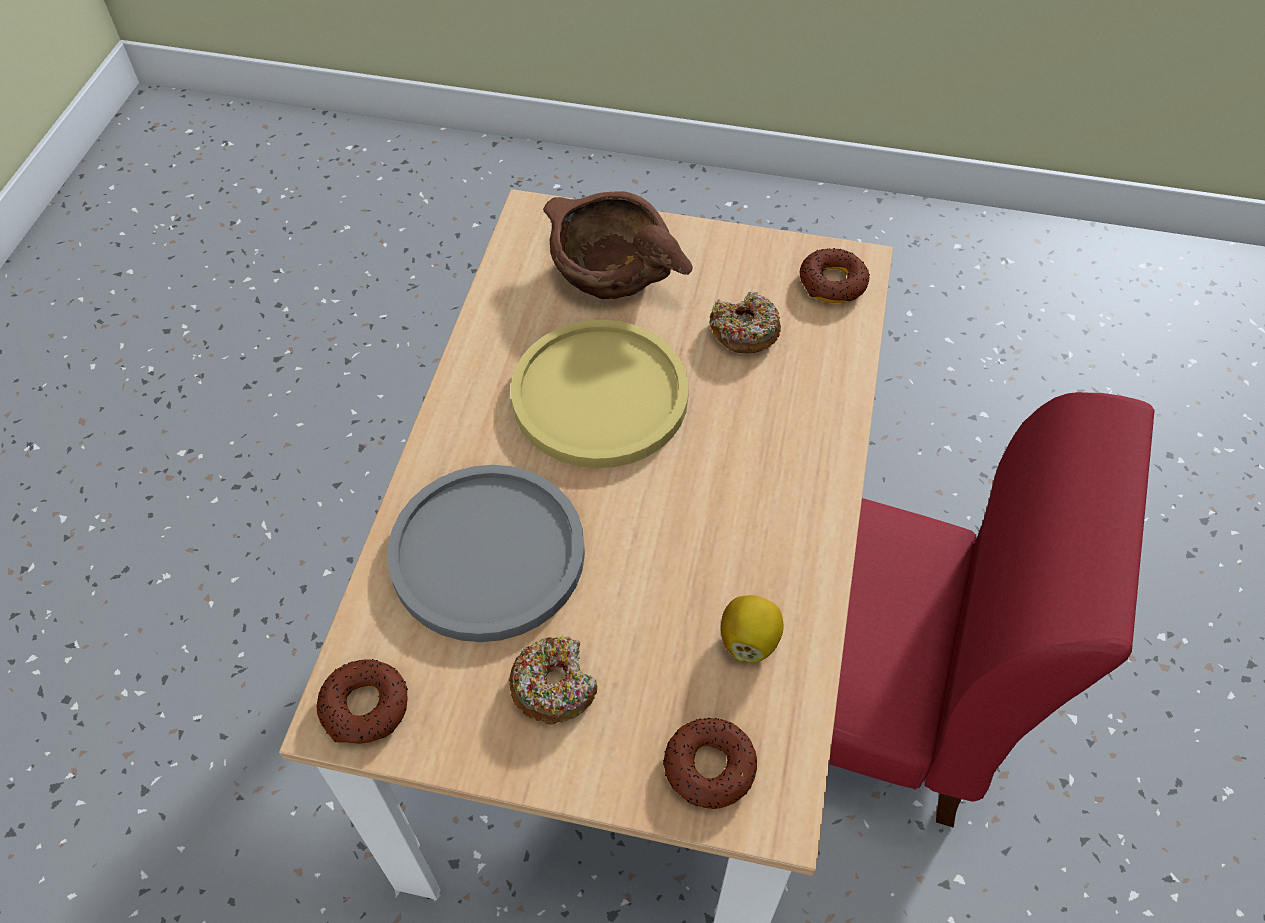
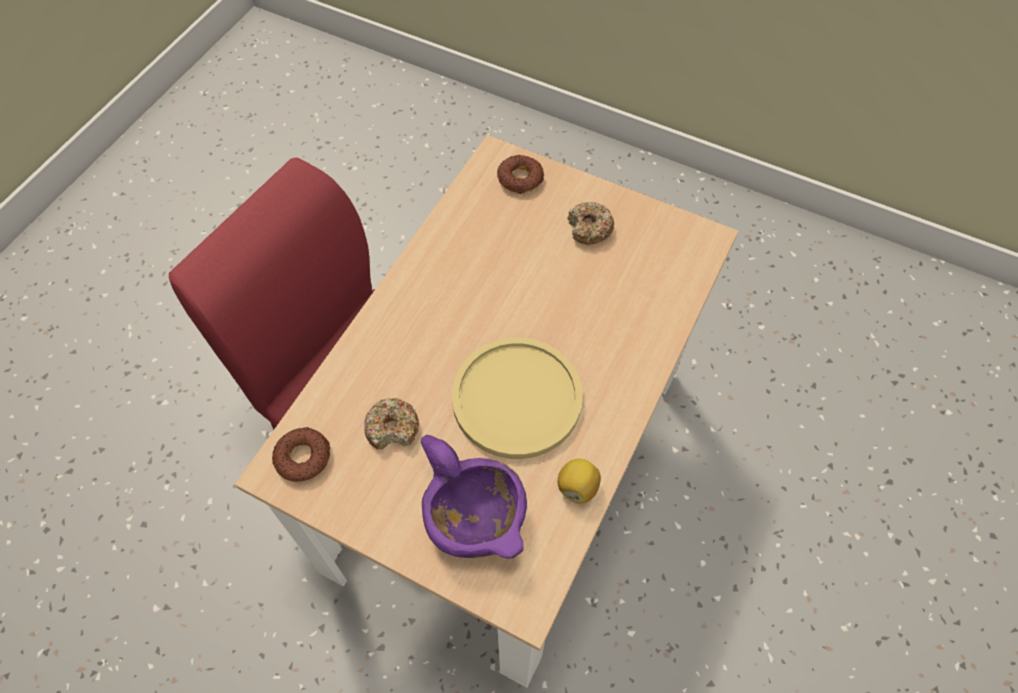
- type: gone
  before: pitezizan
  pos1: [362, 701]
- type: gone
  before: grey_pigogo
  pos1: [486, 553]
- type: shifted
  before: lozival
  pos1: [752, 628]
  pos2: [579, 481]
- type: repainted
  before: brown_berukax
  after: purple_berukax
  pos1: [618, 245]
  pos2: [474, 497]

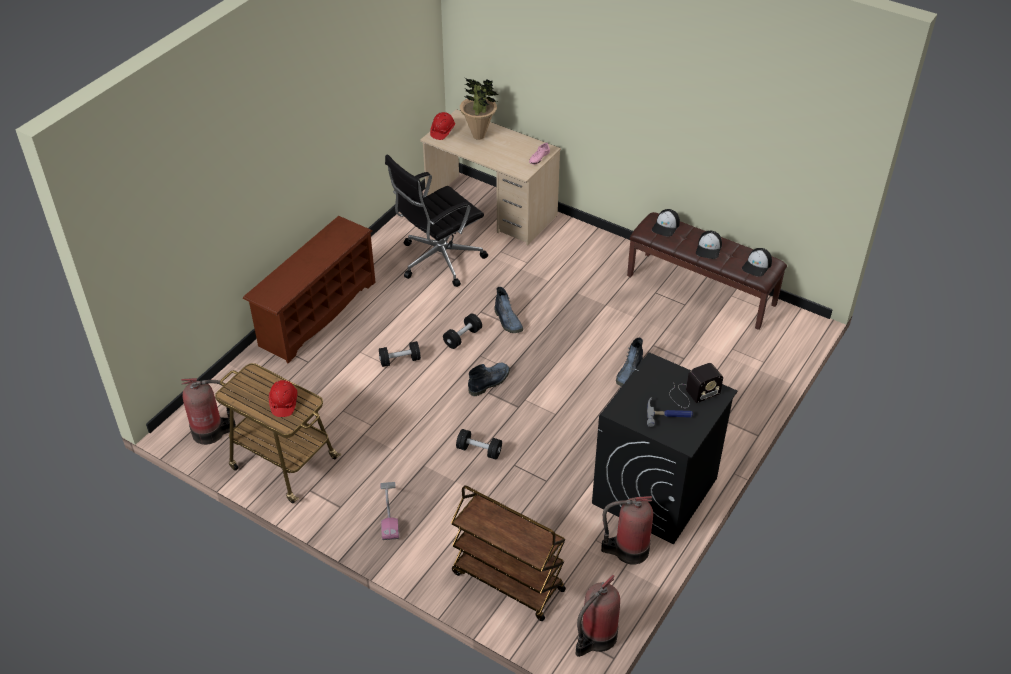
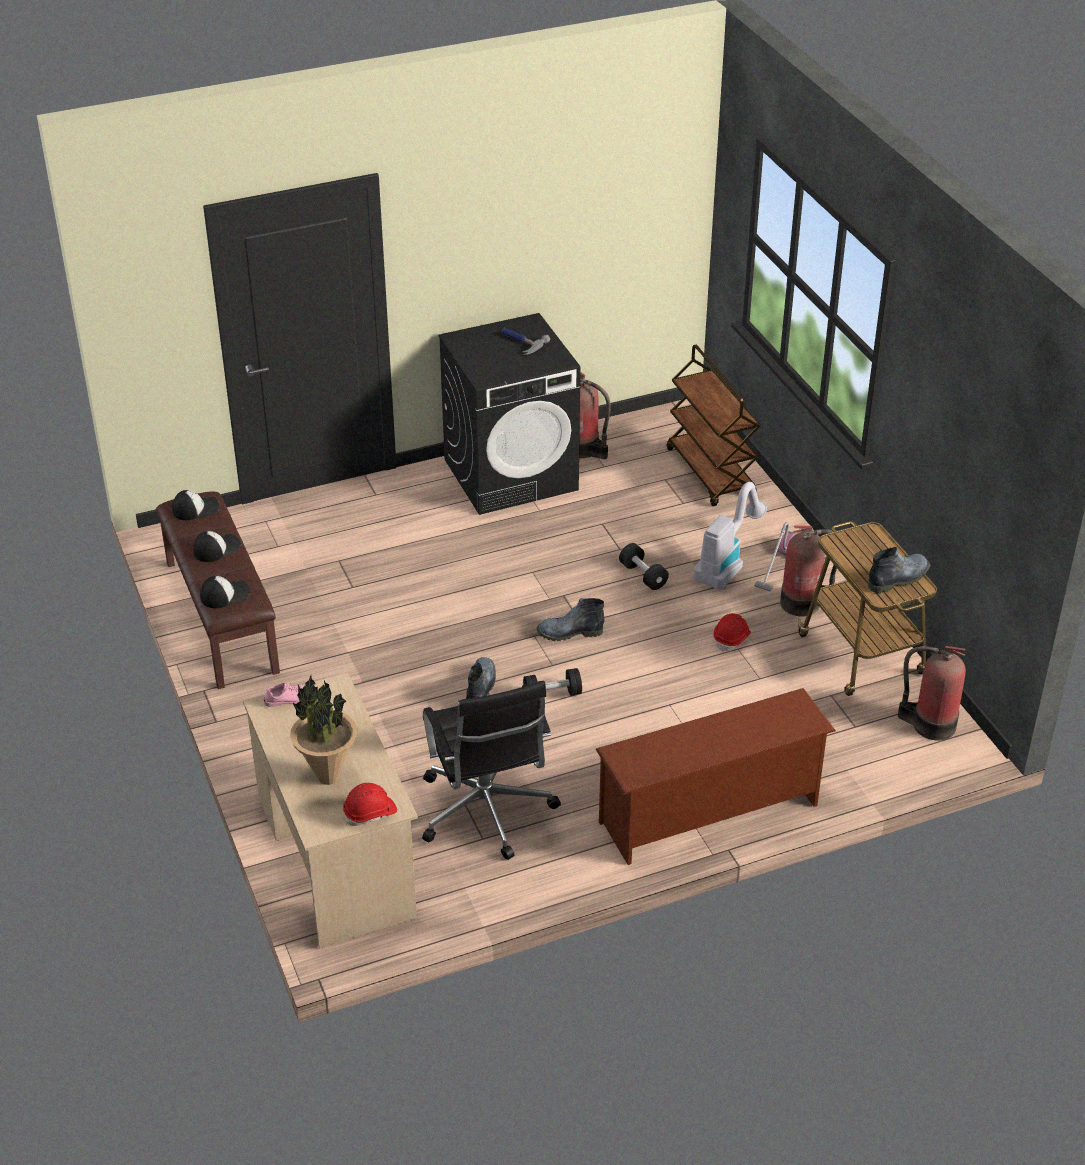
- type: gone
  before: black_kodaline
  pos1: [400, 354]
- type: gone
  before: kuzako
  pos1: [696, 385]
- type: new
  after: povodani
  pos2: [730, 536]
- type: shifted
  before: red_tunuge
  pos1: [283, 398]
  pos2: [732, 632]
- type: shifted
  before: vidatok
  pos1: [598, 616]
  pos2: [808, 571]
- type: shifted
  before: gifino
  pos1: [629, 362]
  pos2: [899, 570]
- type: rotated
  before: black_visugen
  pos1: [436, 220]
  pos2: [491, 770]
  turn: 75

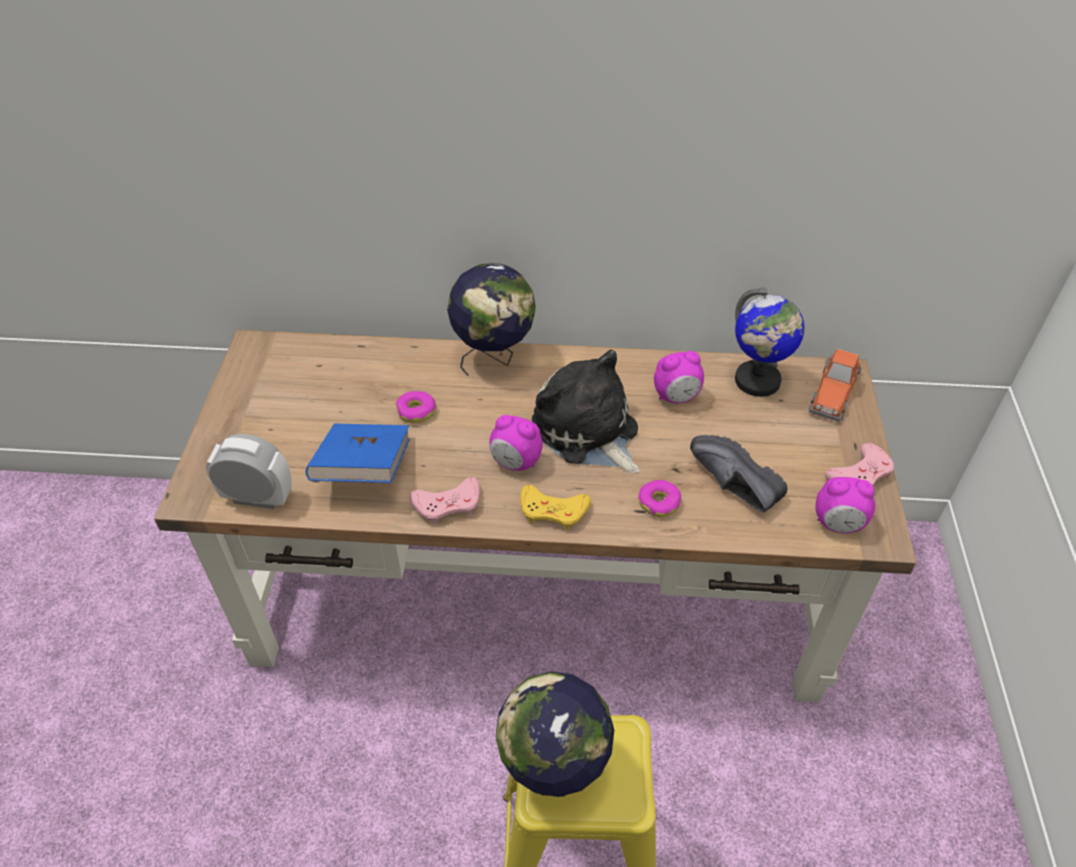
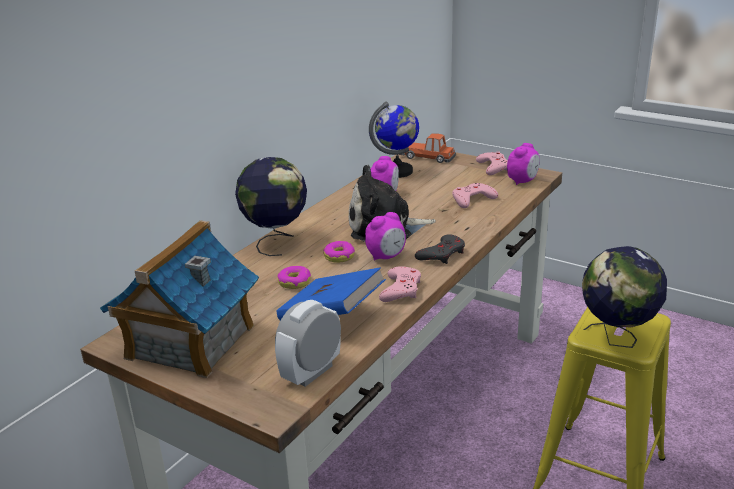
- type: new
  after: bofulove
  pos2: [179, 299]
- type: shifted
  before: pitezizan
  pos1: [659, 498]
  pos2: [339, 252]
- type: swapped
  before: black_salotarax
  after: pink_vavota
  pos1: [738, 473]
  pos2: [475, 195]
- type: repainted
  before: yellow_vavota
  after: grey_vavota
  pos1: [555, 508]
  pos2: [440, 249]
- type: rotated
  before: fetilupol
  pos1: [835, 385]
  pos2: [427, 148]
  turn: 150

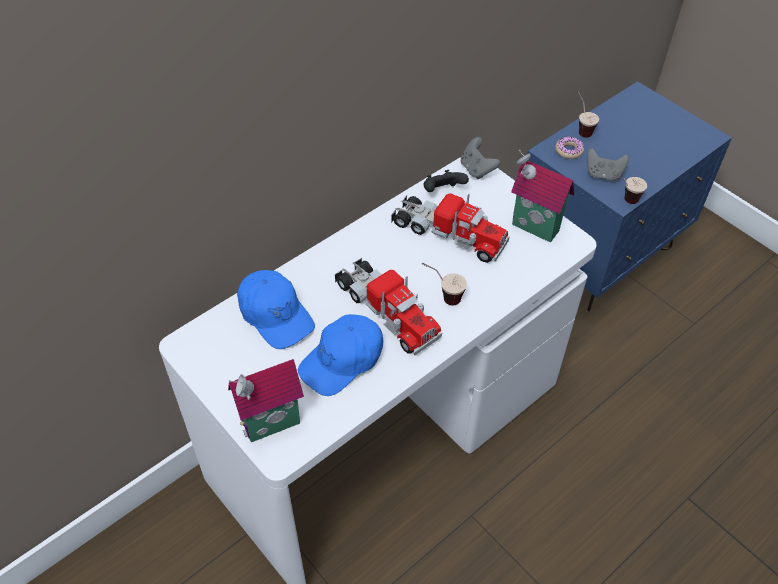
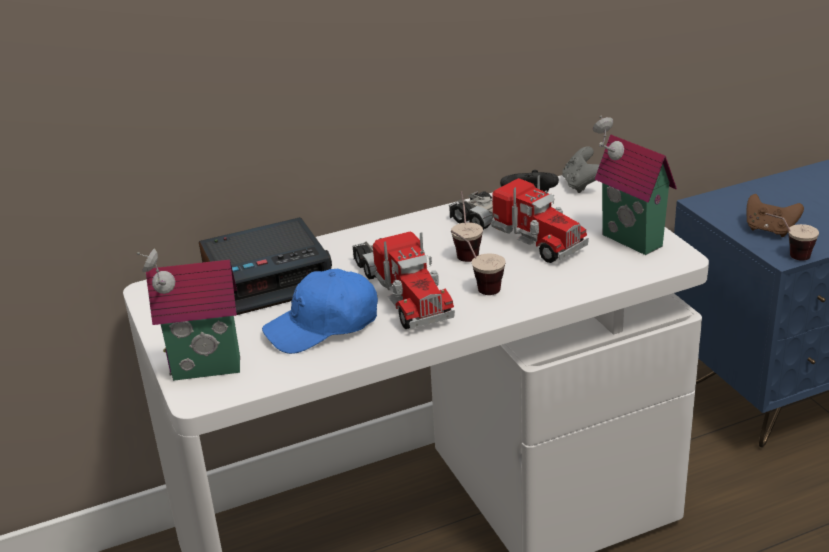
- type: gone
  before: pitezizan
  pos1: [569, 148]
- type: shifted
  before: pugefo
  pos1: [588, 115]
  pos2: [467, 226]
- type: swapped
  before: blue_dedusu
  after: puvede
  pos1: [276, 309]
  pos2: [265, 266]
- type: repainted
  before: grey_vavota
  after: brown_vavota
  pos1: [608, 164]
  pos2: [775, 215]

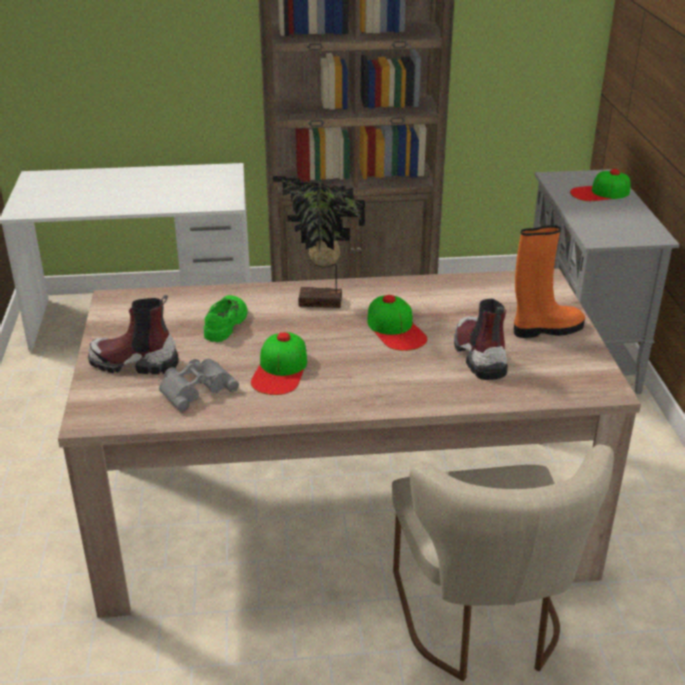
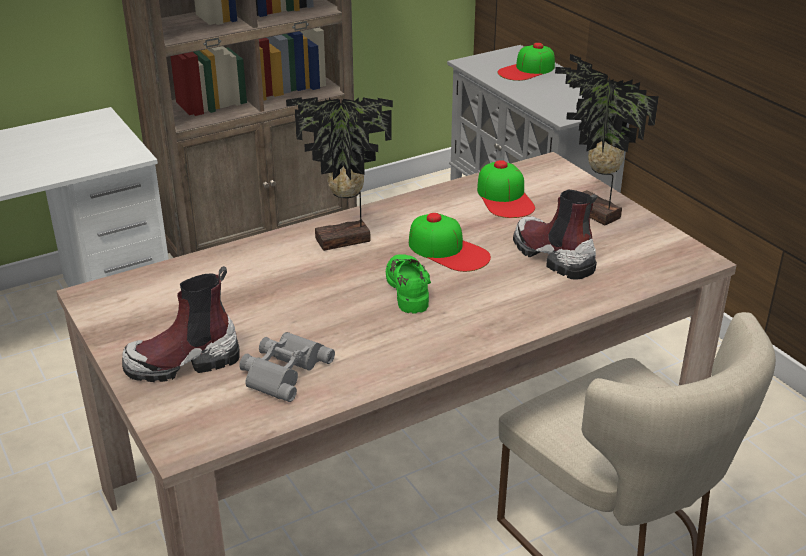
- type: shifted
  before: green_salotarax
  pos1: [225, 318]
  pos2: [408, 284]
- type: shifted
  before: dedusu
  pos1: [279, 363]
  pos2: [506, 189]
- type: swapped
  before: orange_gifino
  after: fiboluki
  pos1: [549, 281]
  pos2: [607, 139]

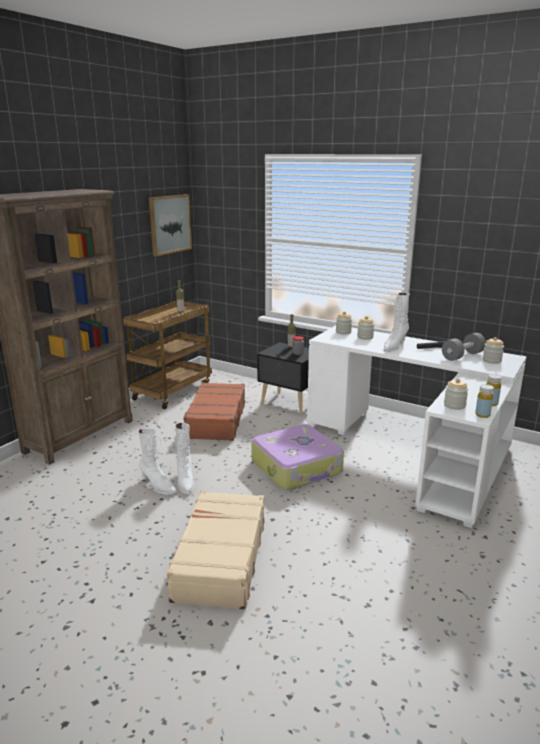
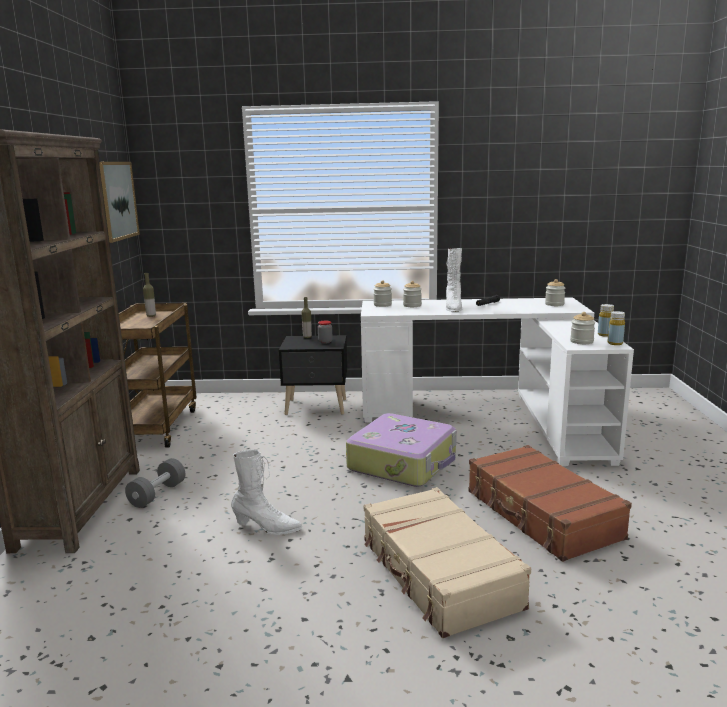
- type: gone
  before: white_gifino
  pos1: [184, 458]
- type: shifted
  before: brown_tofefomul
  pos1: [214, 411]
  pos2: [550, 503]
- type: shifted
  before: grey_kodaline
  pos1: [464, 347]
  pos2: [155, 483]

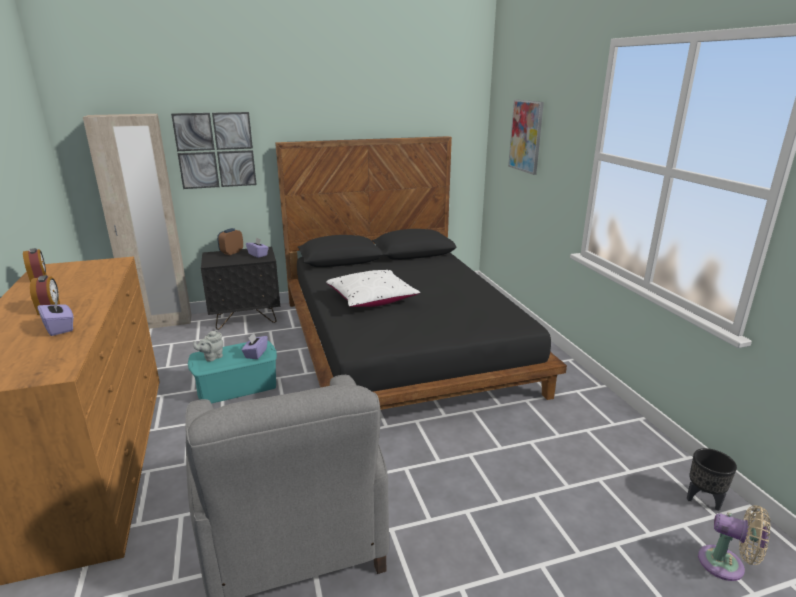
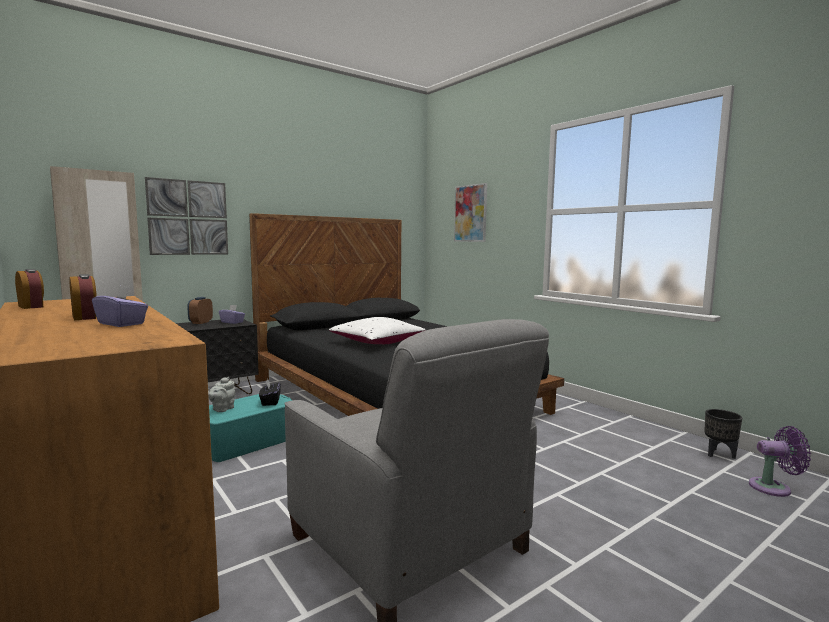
- type: repainted
  before: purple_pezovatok
  after: black_pezovatok
  pos1: [255, 346]
  pos2: [270, 392]
- type: repainted
  before: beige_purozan
  after: purple_purozan
  pos1: [734, 543]
  pos2: [780, 461]

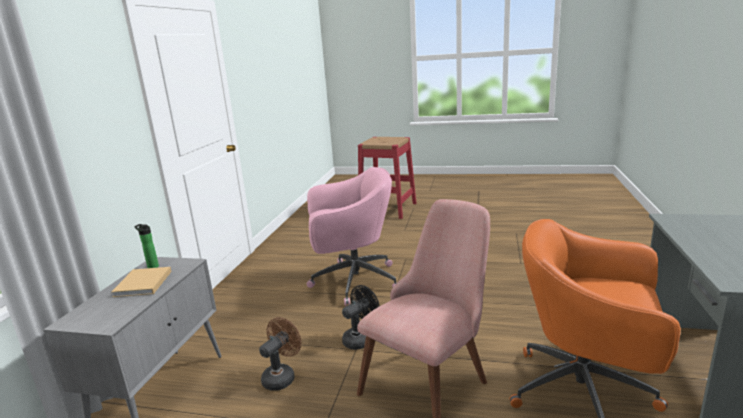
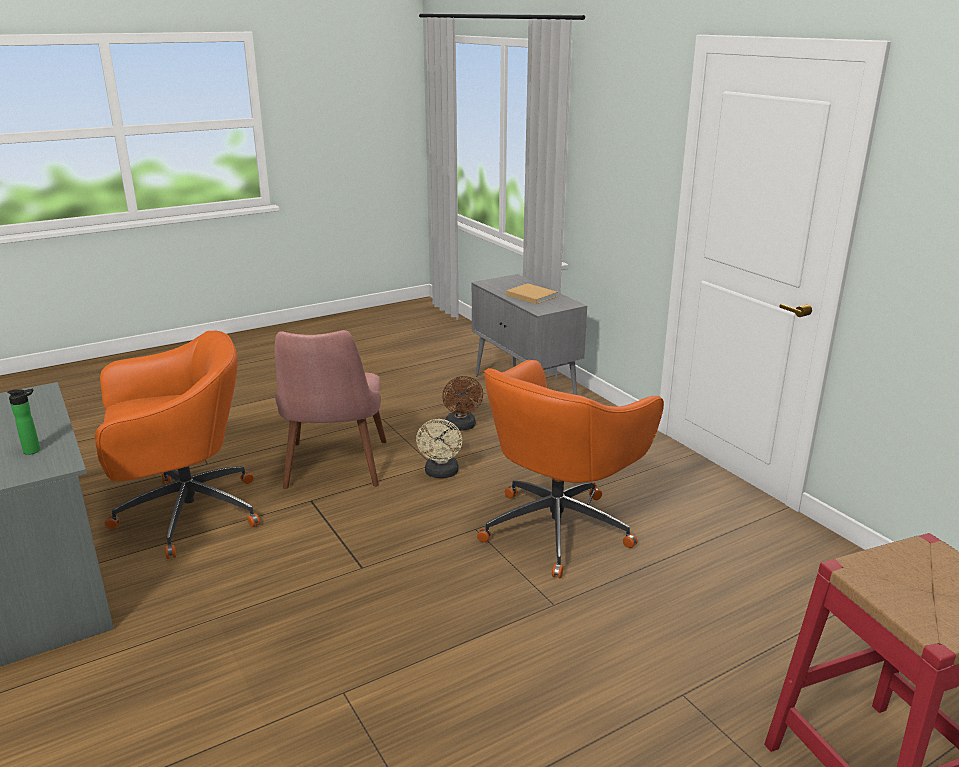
- type: shifted
  before: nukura
  pos1: [146, 246]
  pos2: [23, 422]
- type: repainted
  before: pink_visugen
  after: orange_visugen
  pos1: [351, 236]
  pos2: [570, 469]
- type: repainted
  before: black_purozan
  after: beige_purozan
  pos1: [361, 317]
  pos2: [439, 448]

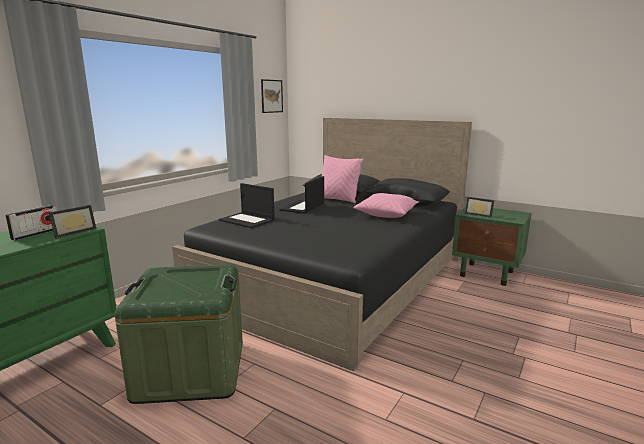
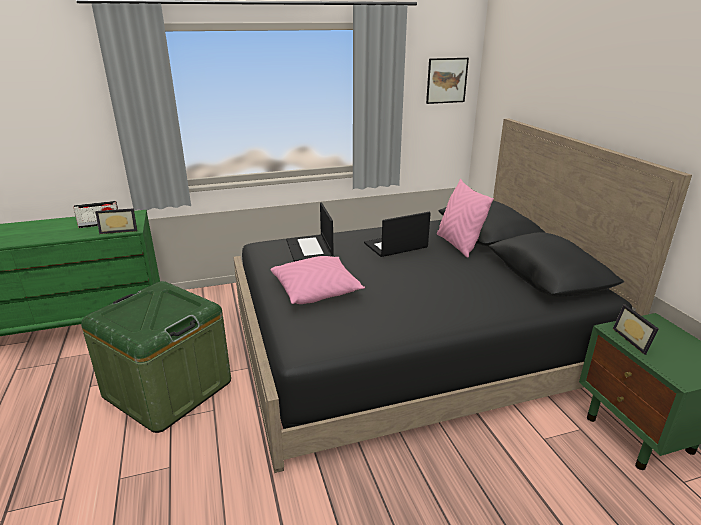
- type: shifted
  before: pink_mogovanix
  pos1: [386, 205]
  pos2: [318, 280]

